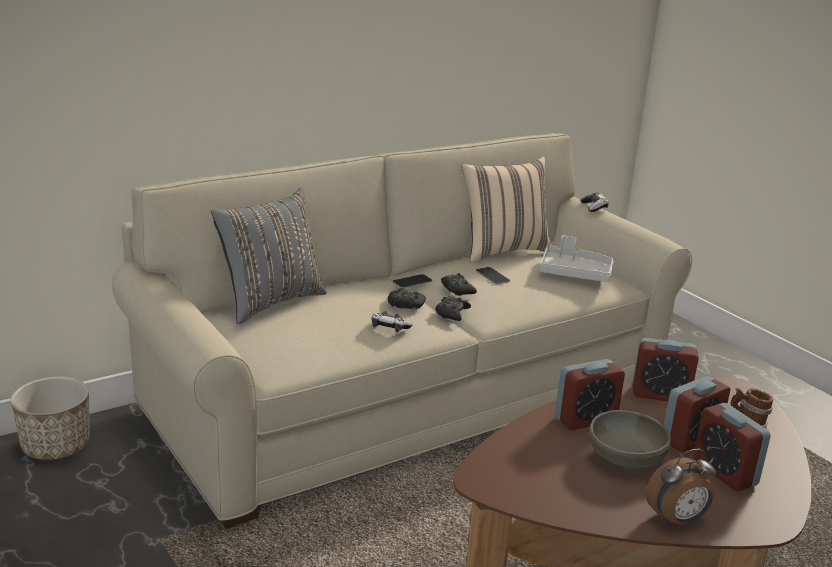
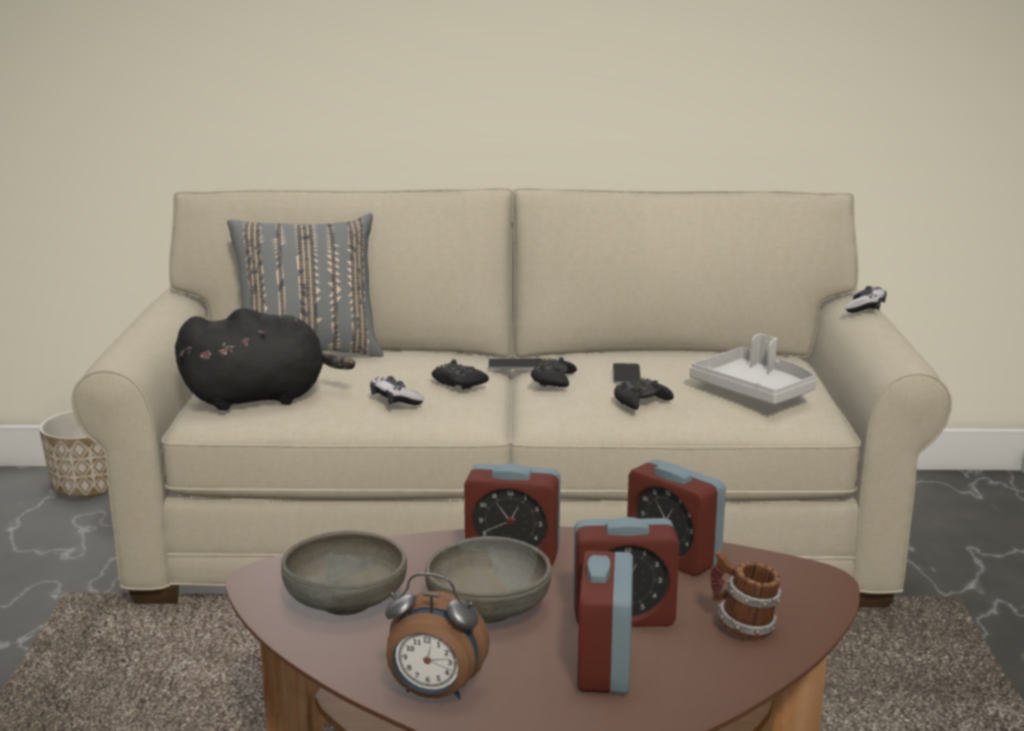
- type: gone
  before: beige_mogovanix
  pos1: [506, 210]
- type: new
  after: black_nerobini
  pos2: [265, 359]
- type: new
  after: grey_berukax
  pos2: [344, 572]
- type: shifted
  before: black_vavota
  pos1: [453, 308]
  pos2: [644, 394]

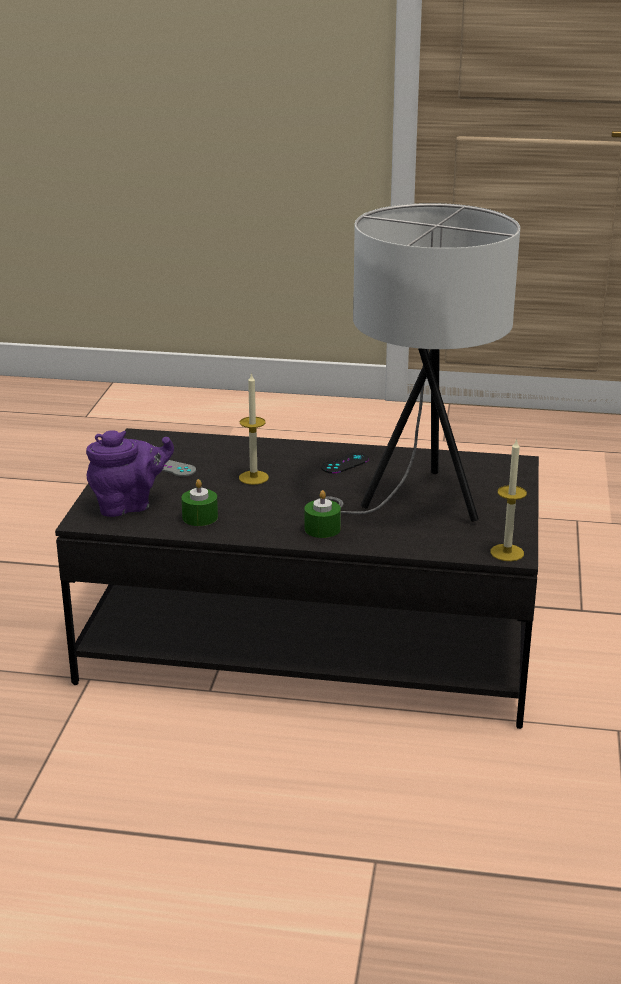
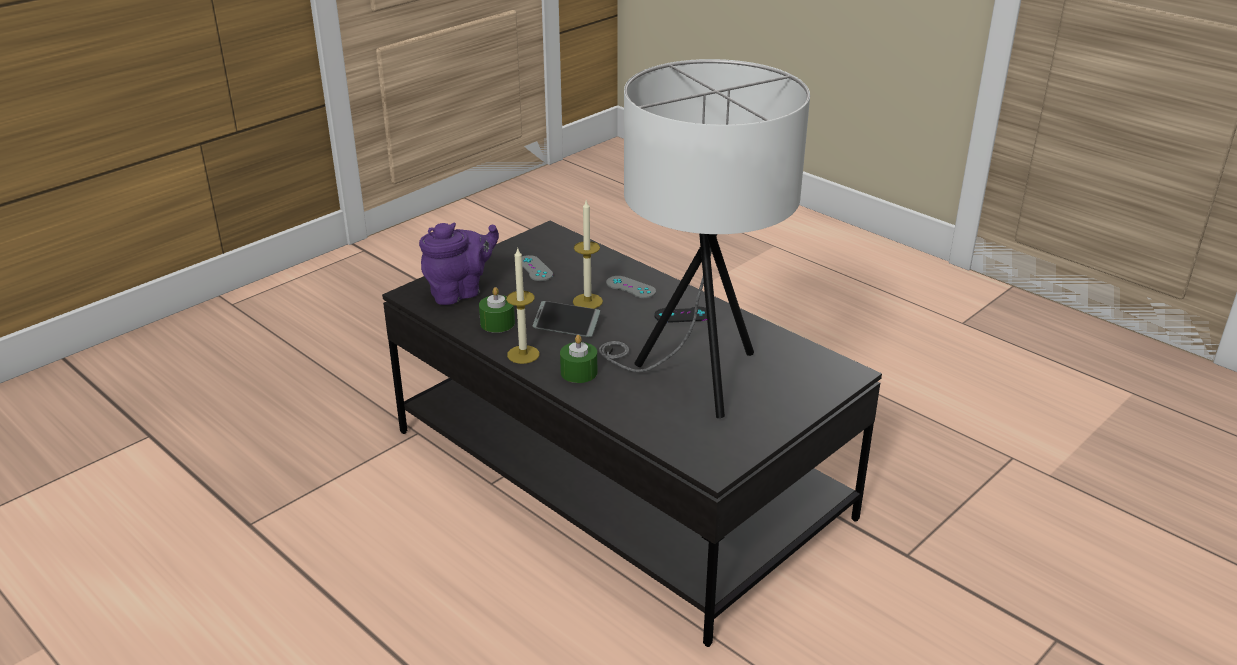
- type: new
  after: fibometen
  pos2: [566, 319]
- type: new
  after: grey_vavota
  pos2: [631, 287]
- type: shifted
  before: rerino
  pos1: [509, 499]
  pos2: [522, 306]
- type: rotated
  before: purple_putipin
  pos1: [130, 473]
  pos2: [459, 263]
  turn: -45

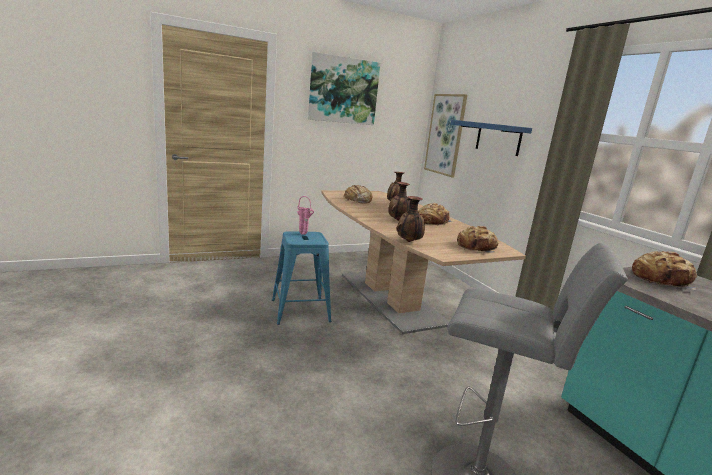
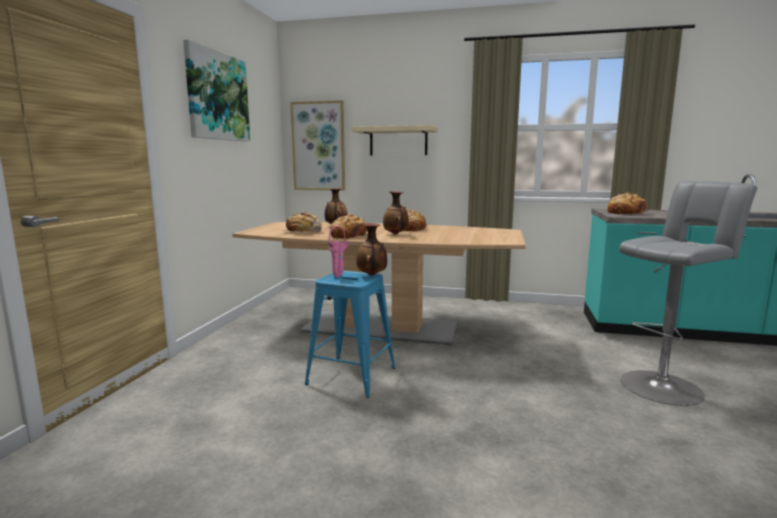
- type: shifted
  before: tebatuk
  pos1: [411, 219]
  pos2: [371, 249]
- type: shifted
  before: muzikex
  pos1: [478, 239]
  pos2: [349, 226]
- type: repainted
  before: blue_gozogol
  after: beige_gozogol
  pos1: [491, 138]
  pos2: [395, 140]

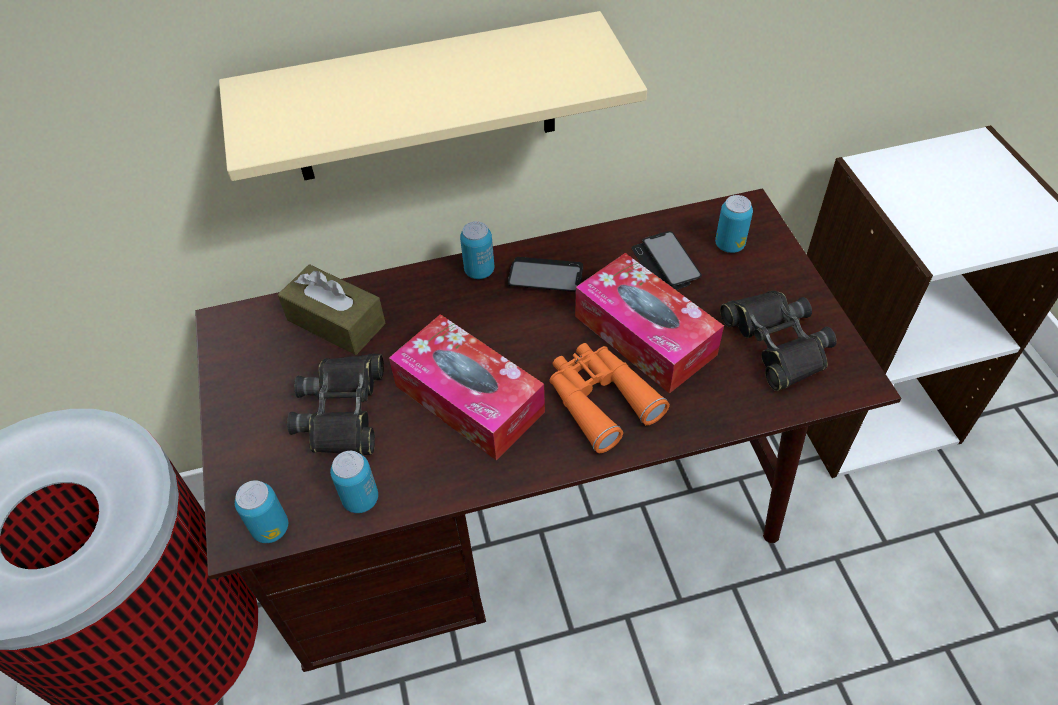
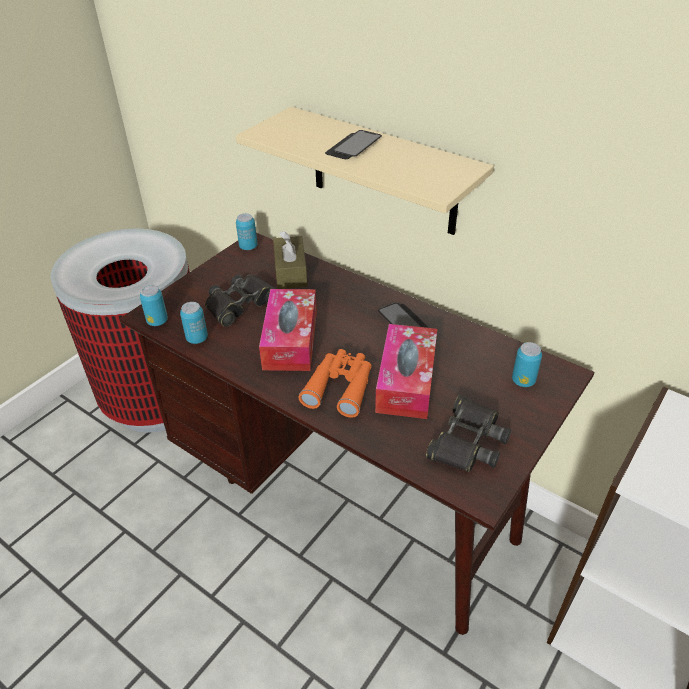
- type: shifted
  before: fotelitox
  pos1: [477, 250]
  pos2: [246, 231]
- type: shifted
  before: fibometen
  pos1: [666, 260]
  pos2: [353, 144]

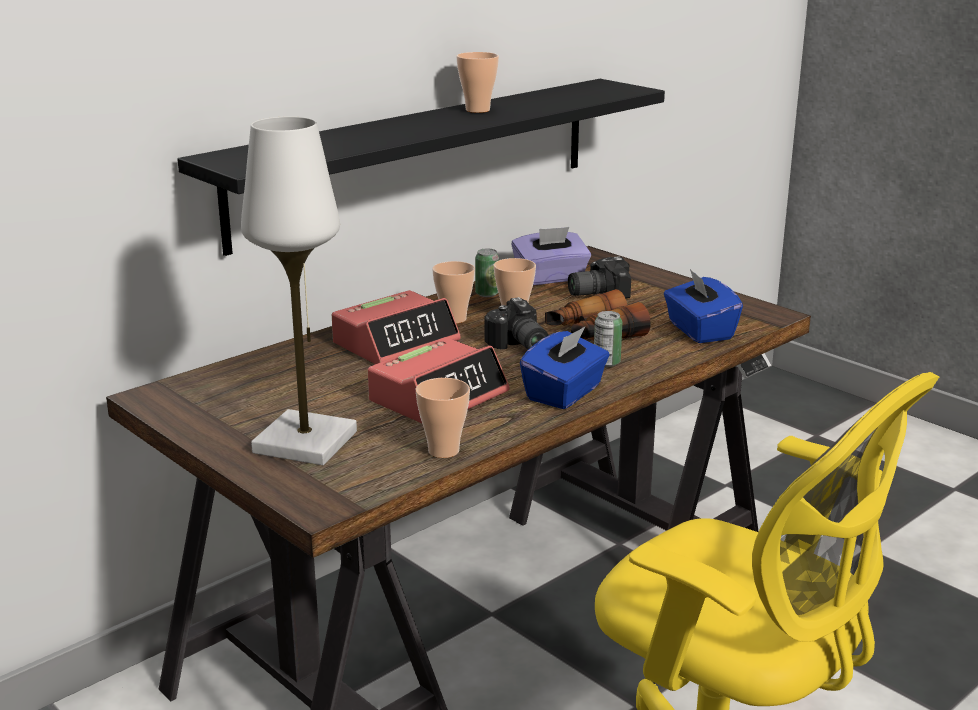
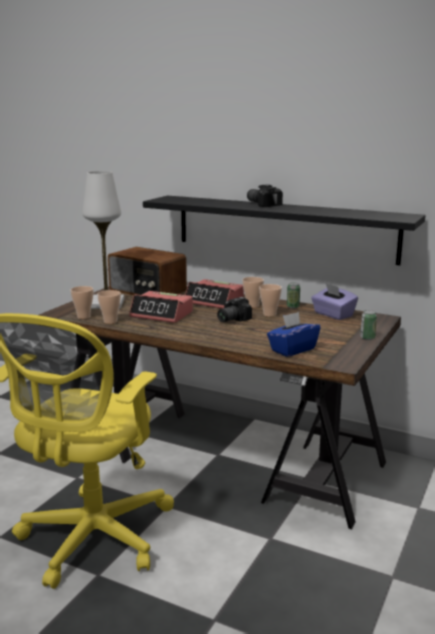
- type: gone
  before: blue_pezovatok
  pos1: [565, 367]
- type: gone
  before: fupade
  pos1: [598, 314]
- type: new
  after: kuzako
  pos2: [147, 271]
- type: shifted
  before: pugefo
  pos1: [477, 82]
  pos2: [82, 302]
- type: shifted
  before: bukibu
  pos1: [599, 277]
  pos2: [265, 196]
- type: shifted
  before: fotelitox
  pos1: [608, 339]
  pos2: [368, 325]

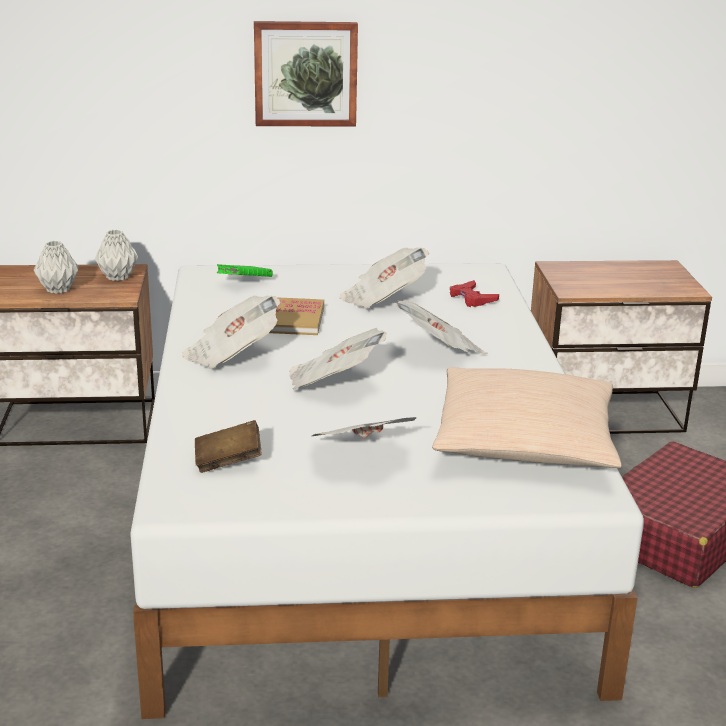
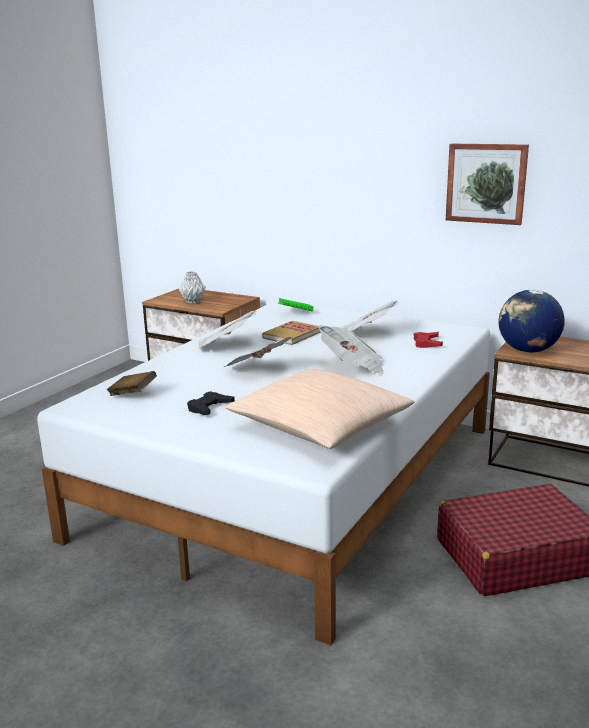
- type: gone
  before: grey_tebatuk
  pos1: [116, 255]
- type: new
  after: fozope
  pos2: [532, 321]
- type: shifted
  before: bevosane
  pos1: [306, 73]
  pos2: [487, 184]
- type: swapped
  before: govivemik
  after: black_vavota
  pos1: [365, 427]
  pos2: [211, 403]

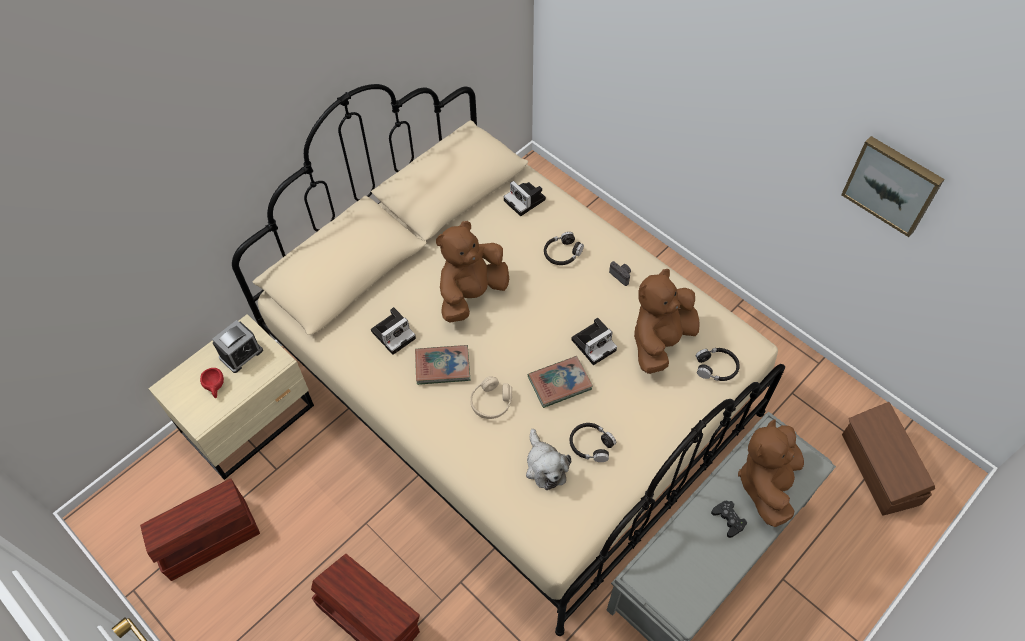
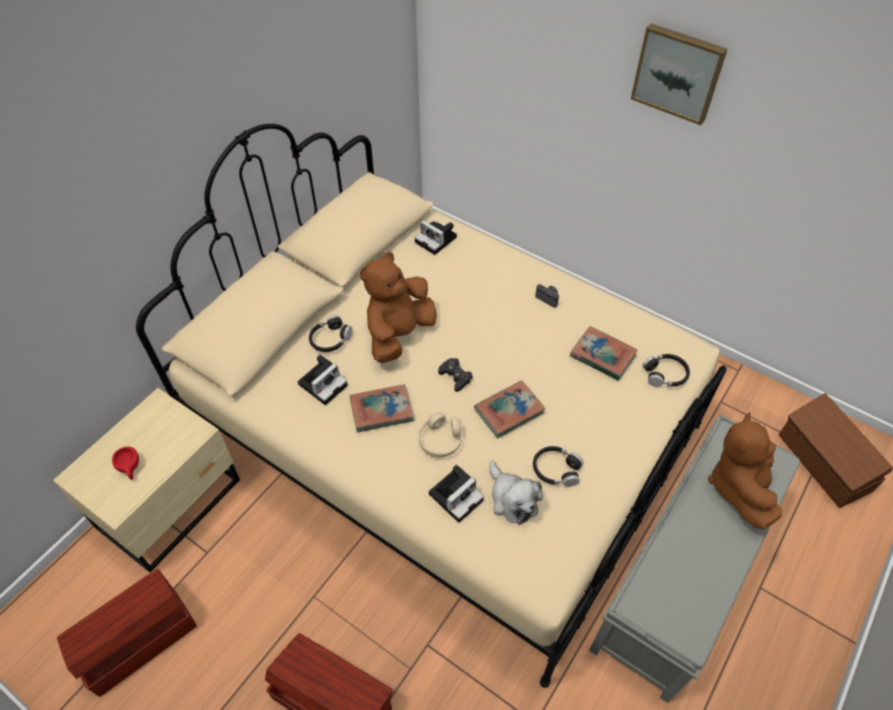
- type: gone
  before: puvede
  pos1: [237, 346]
- type: shifted
  before: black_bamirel
  pos1: [564, 248]
  pos2: [331, 333]
- type: shifted
  before: bukibu
  pos1: [594, 341]
  pos2: [456, 493]
- type: shifted
  before: black_vavota
  pos1: [729, 519]
  pos2: [455, 375]
- type: shifted
  before: bevosane
  pos1: [892, 186]
  pos2: [679, 74]
- type: swapped
  before: brown_nerobini
  after: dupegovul
  pos1: [667, 321]
  pos2: [604, 353]

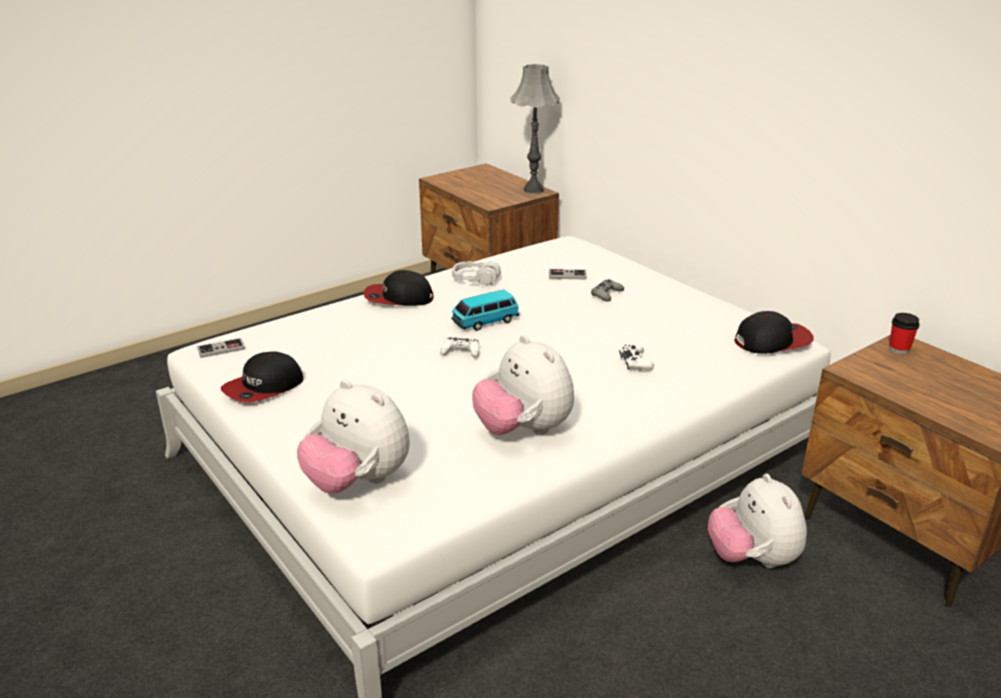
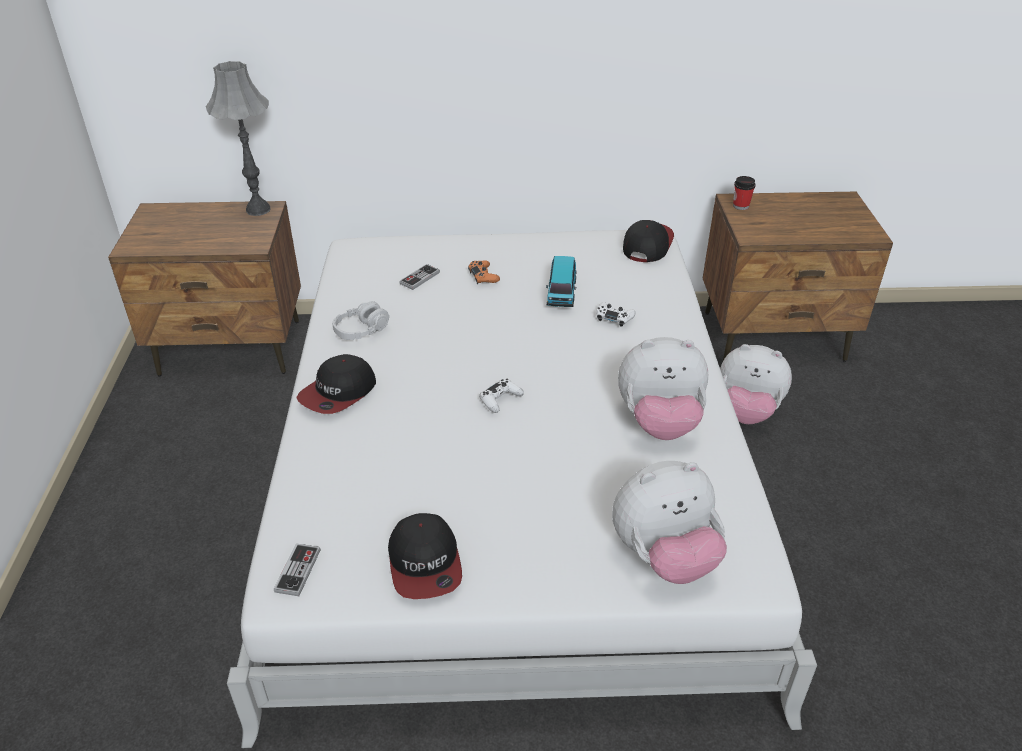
- type: shifted
  before: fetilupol
  pos1: [485, 310]
  pos2: [561, 281]
- type: repainted
  before: grey_vavota
  after: orange_vavota
  pos1: [607, 290]
  pos2: [484, 272]

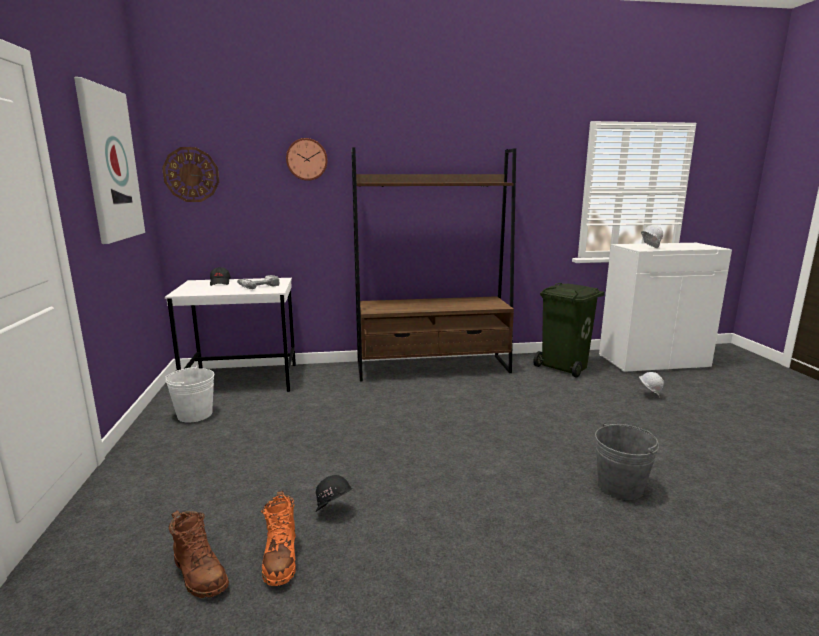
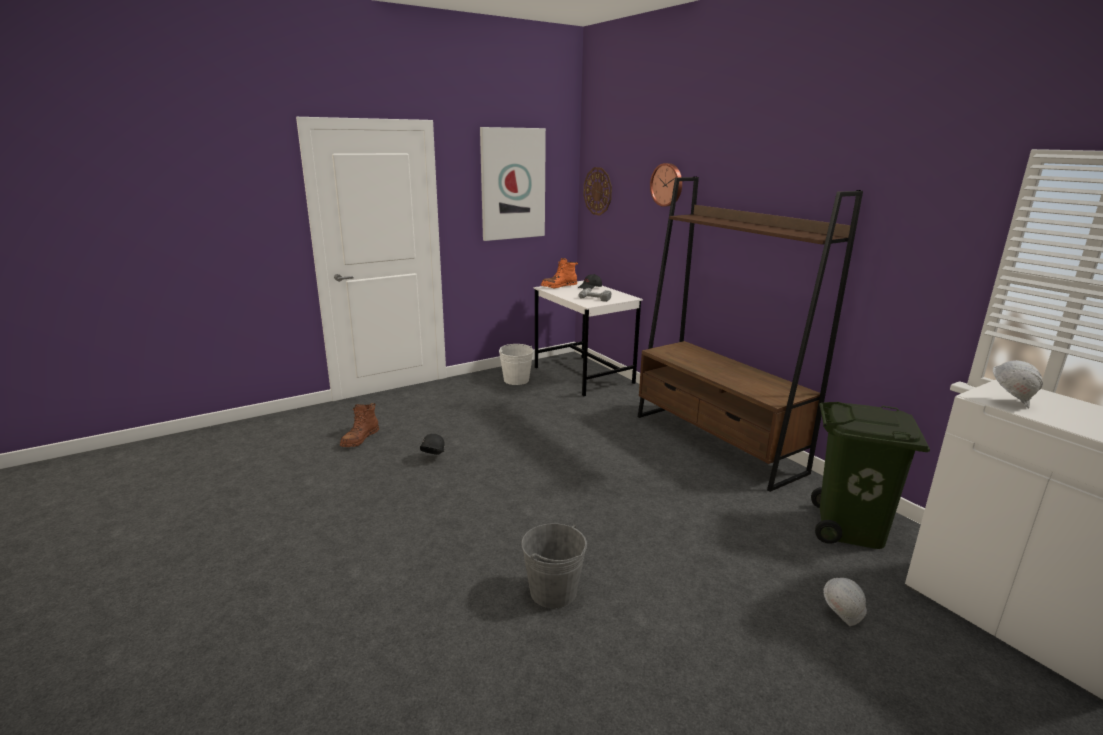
- type: shifted
  before: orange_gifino
  pos1: [278, 538]
  pos2: [559, 273]

